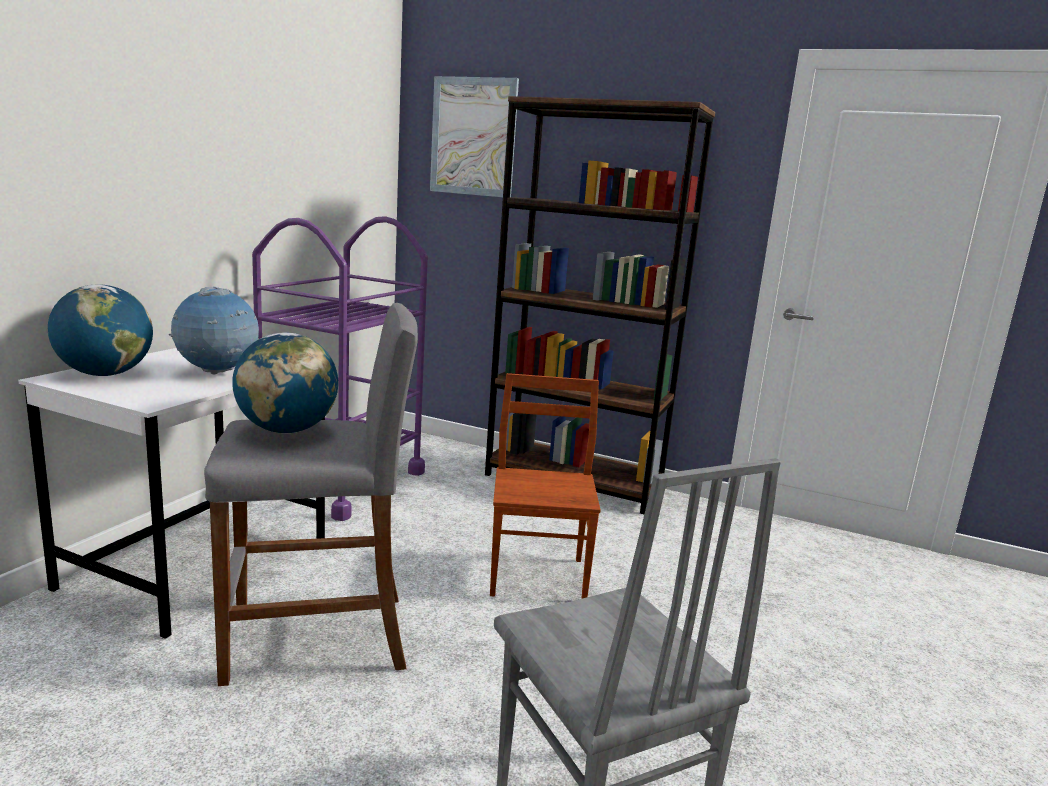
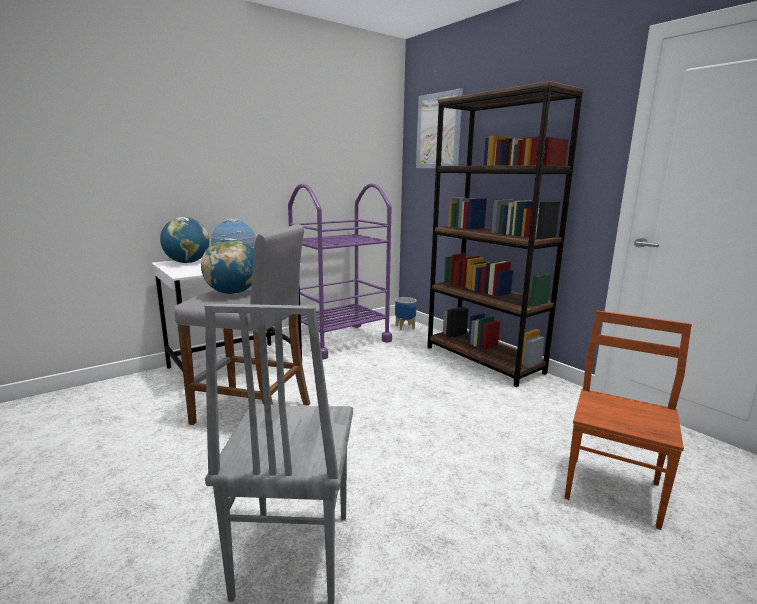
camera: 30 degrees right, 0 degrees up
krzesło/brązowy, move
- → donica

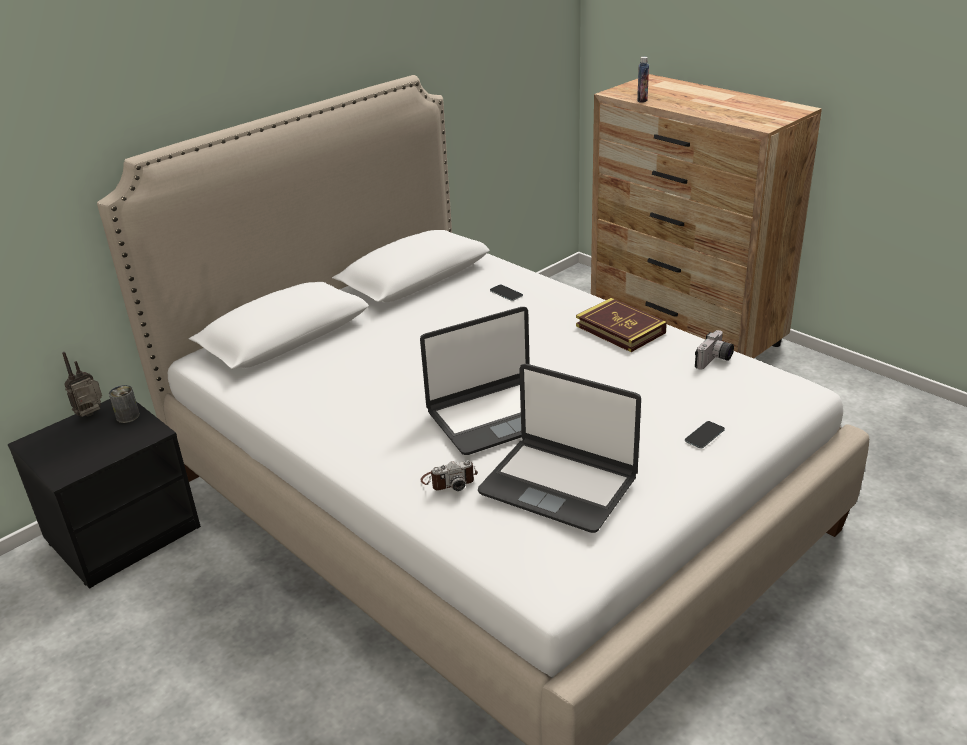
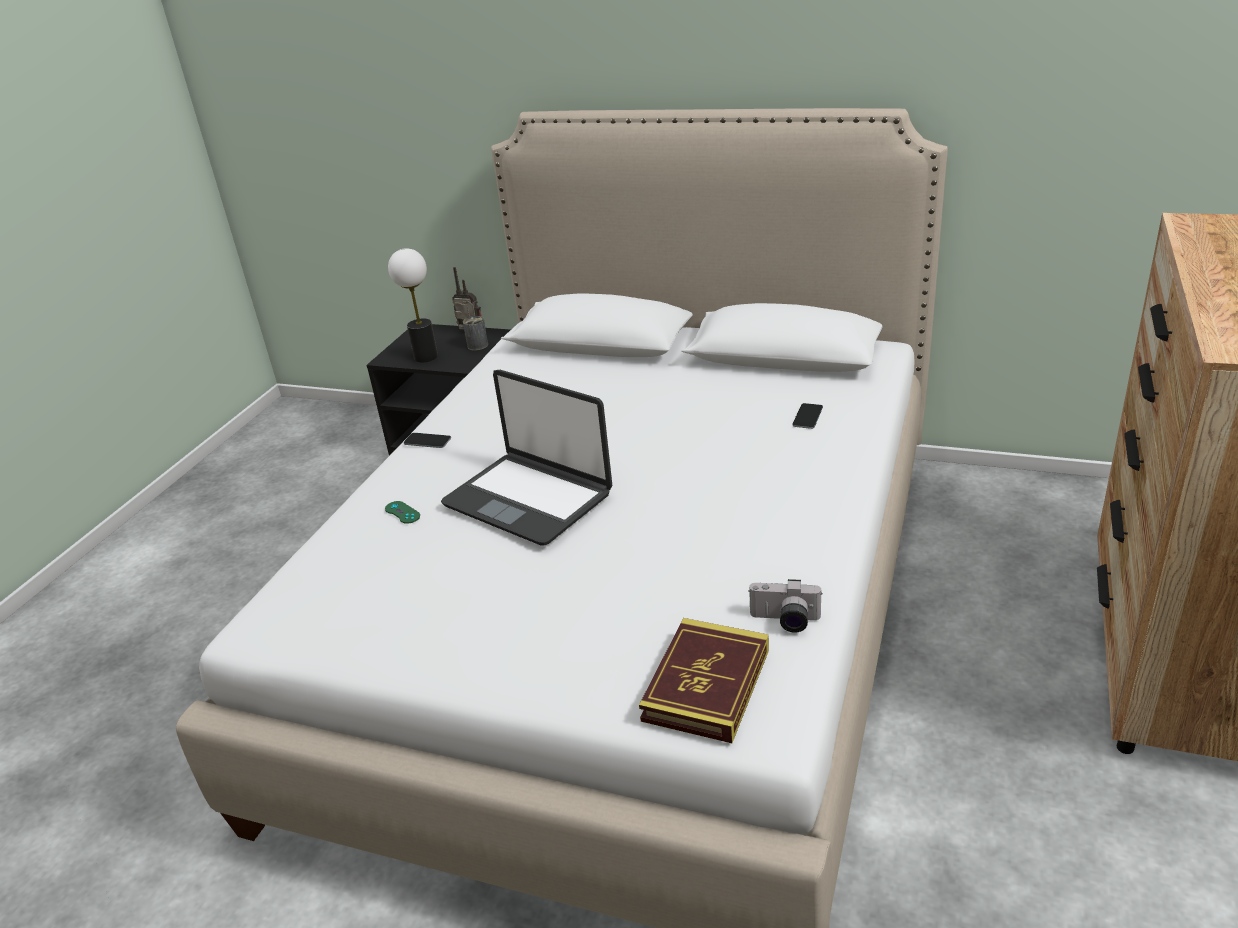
camera: 65 degrees right, 0 degrees up
butelka → -
książka, move
laptop (2nd from left) → -
telefon (2nd from left in the first image) → telefon (1st from left), move
aparat fotograficzny (1st from left) → pad do gier/zielony
- → lampa stołowa

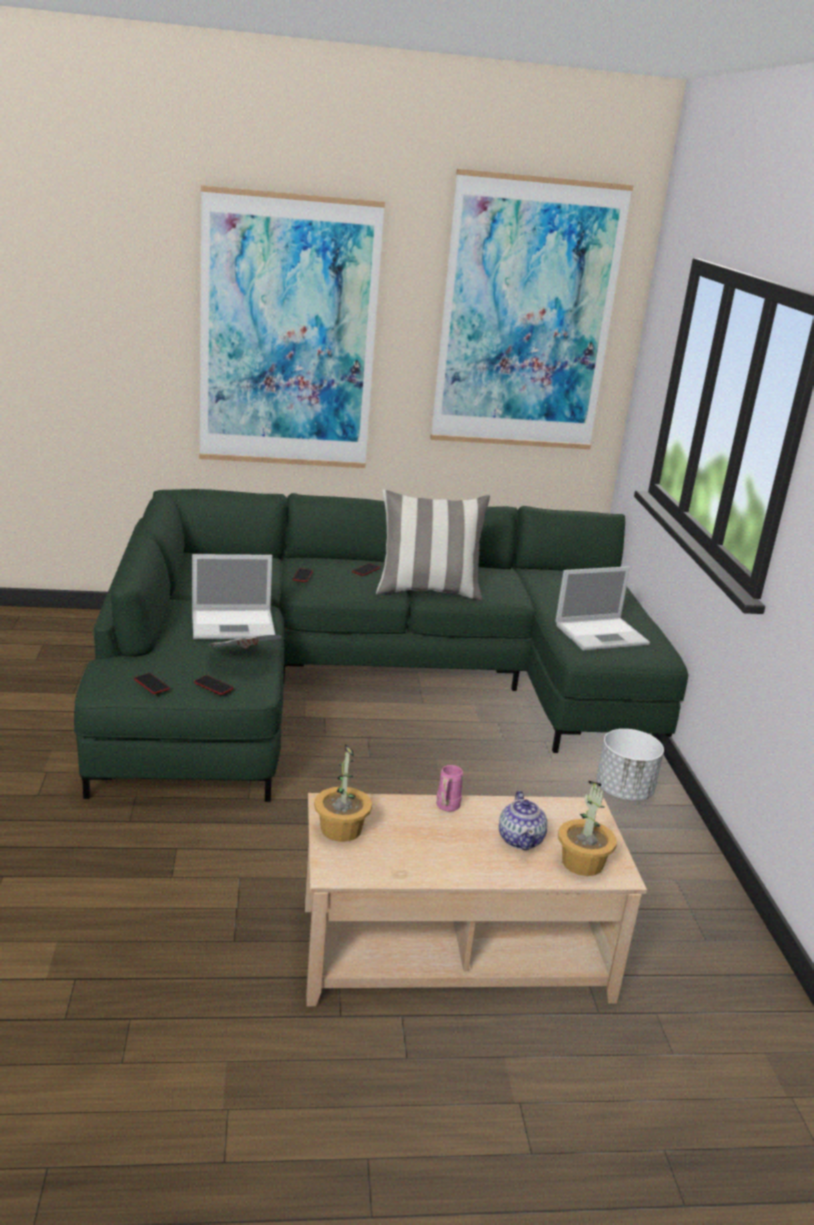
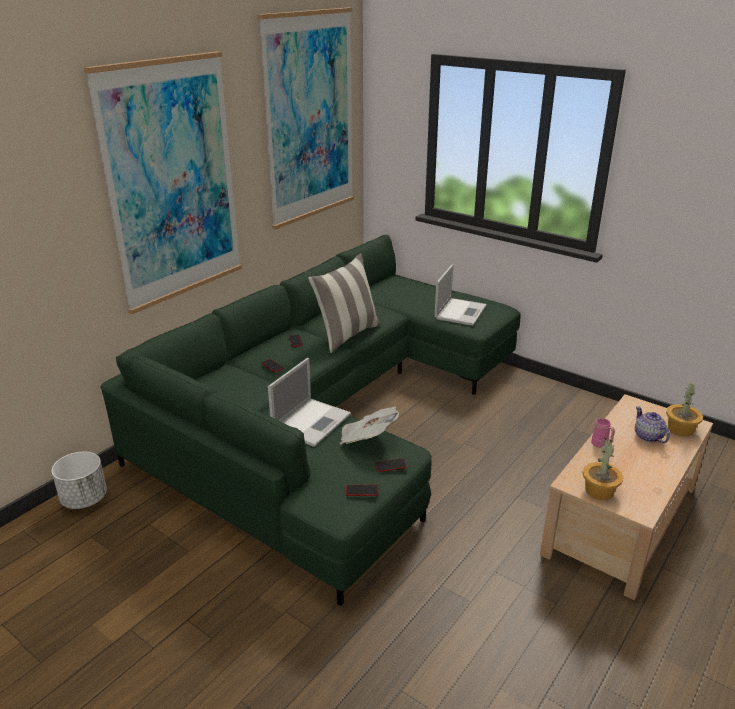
camera: 45 degrees left, 5 degrees up
donica/biały, move
imbryk, 150 degrees counterclockwise

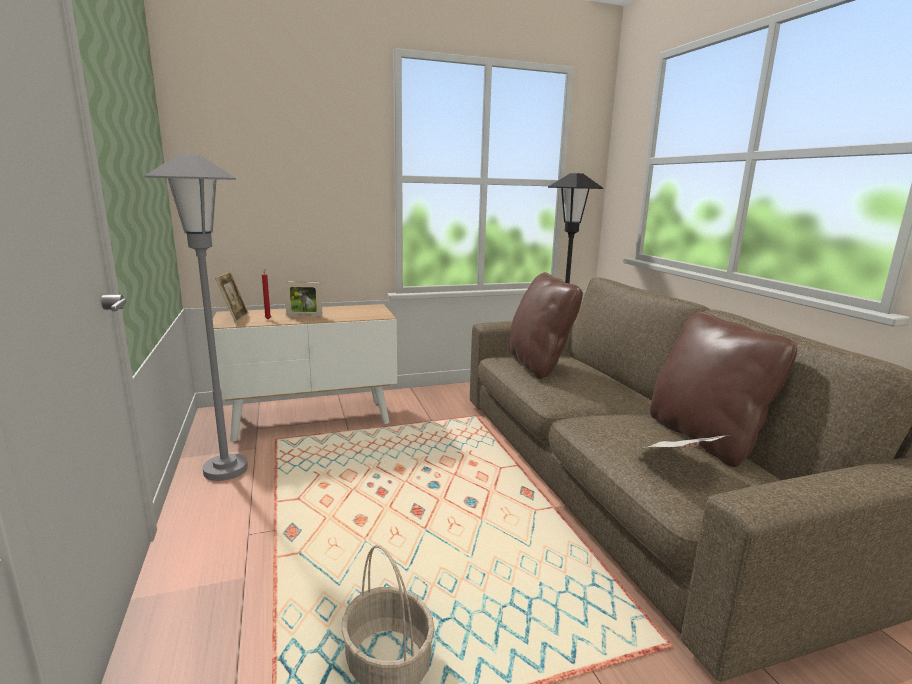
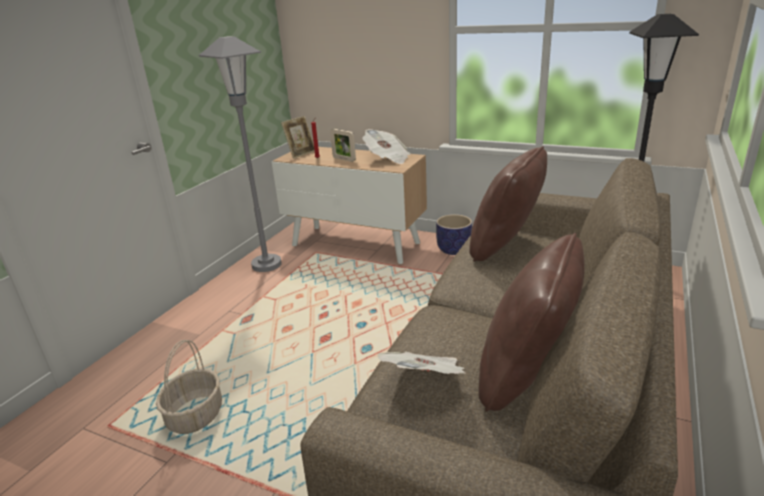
camera: 45 degrees right, 10 degrees up
- → gazeta (1st from left)
- → donica

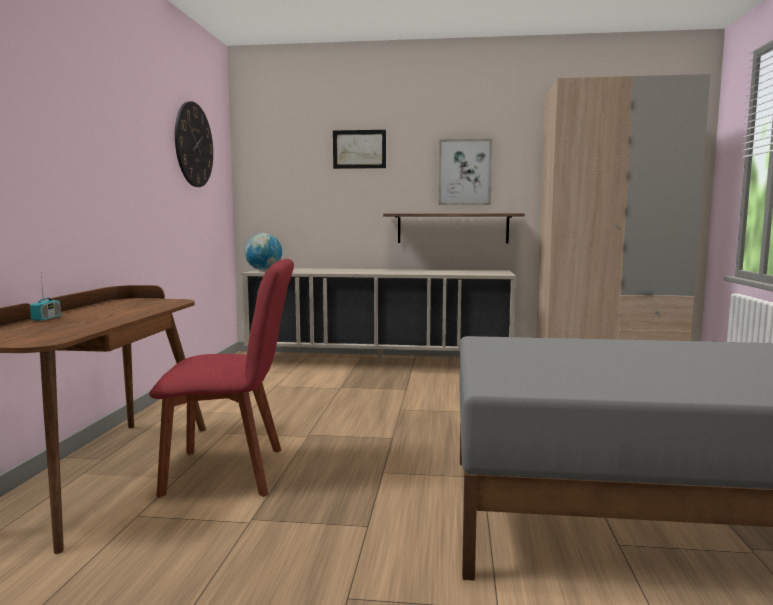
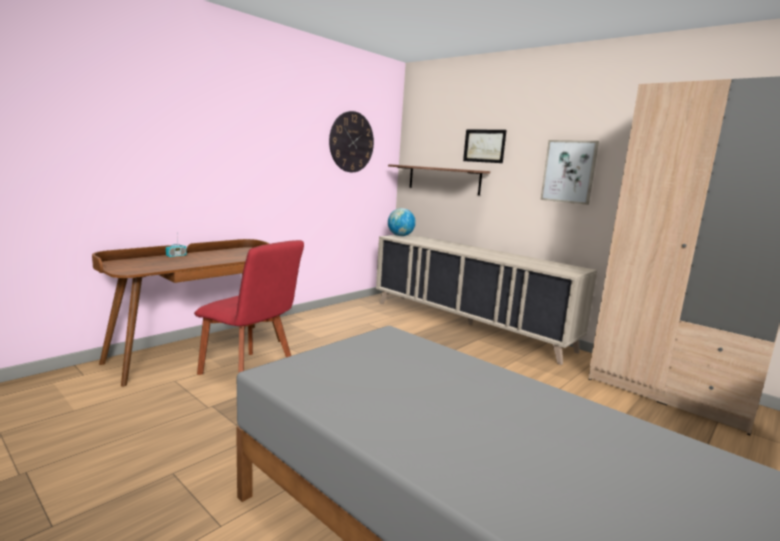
camera: 35 degrees right, 5 degrees up
półka, move

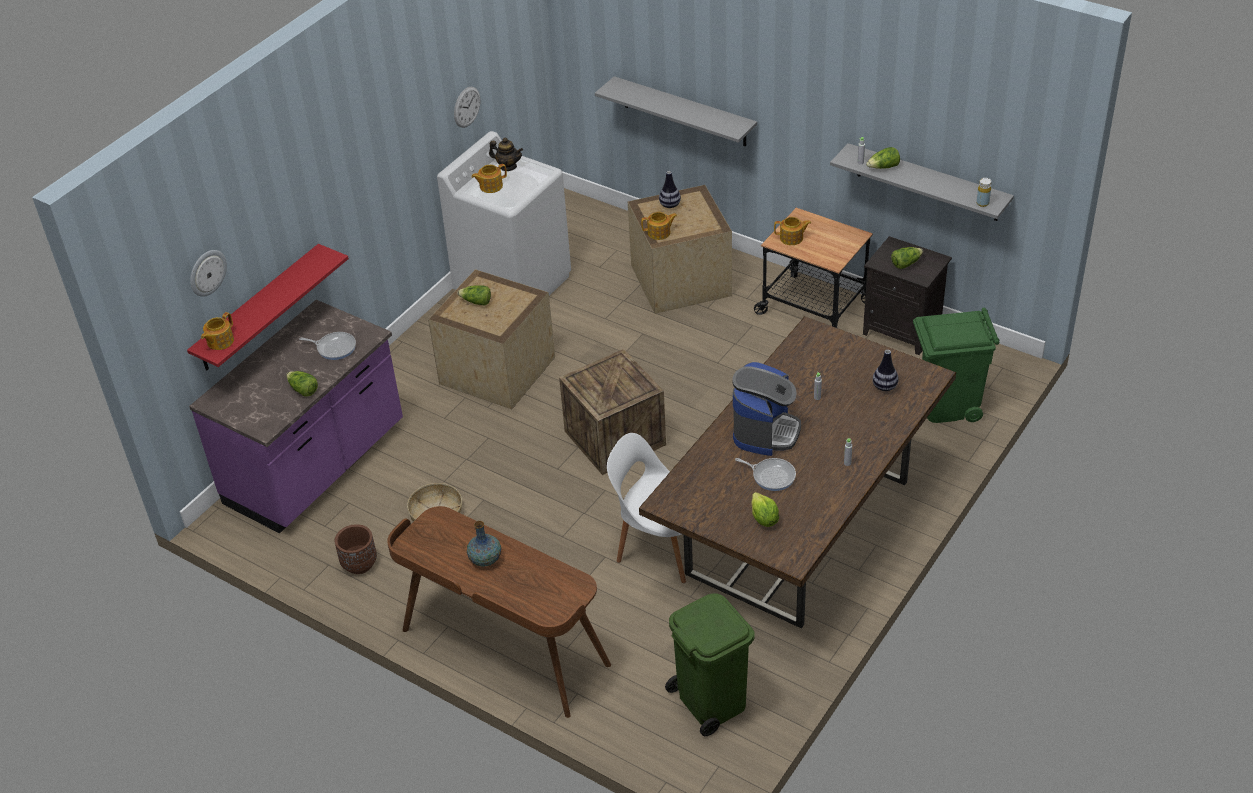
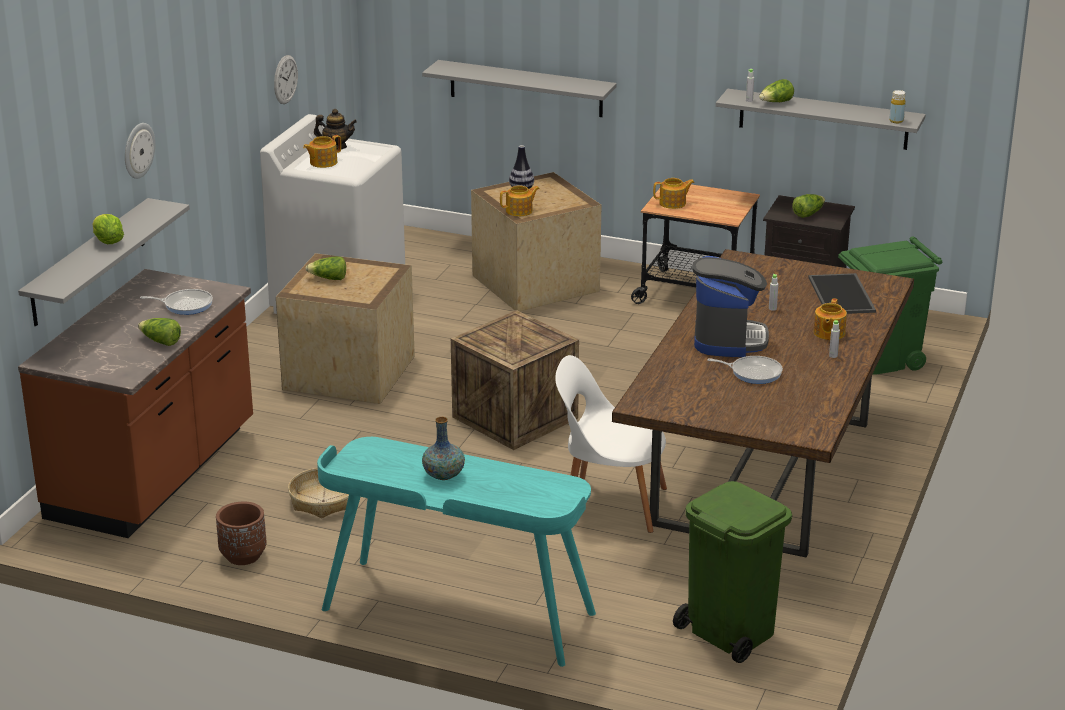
camera: 15 degrees left, 15 degrees down
półka/czerwony → półka/szary (1st from left)
zegar ścienny (1st from left), move
zabudowa kuchenna/fioletowy → zabudowa kuchenna/brązowy
imbryk (1st from left in the first image) → imbryk (5th from left), move
wazon (3rd from left) → taca
sałata (3rd from left in the first image) → sałata (1st from left), move
biurko/brązowy → biurko/turkusowy

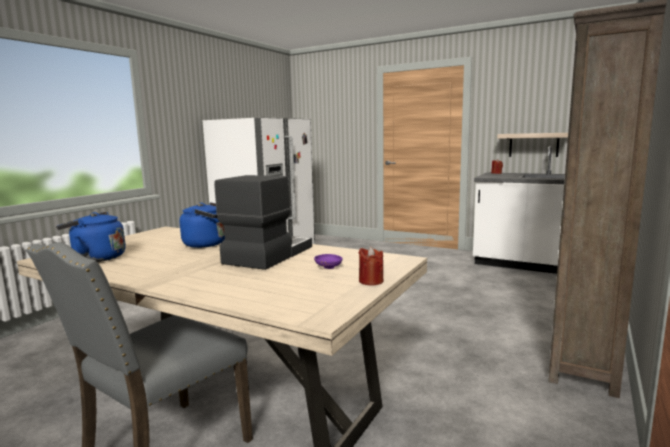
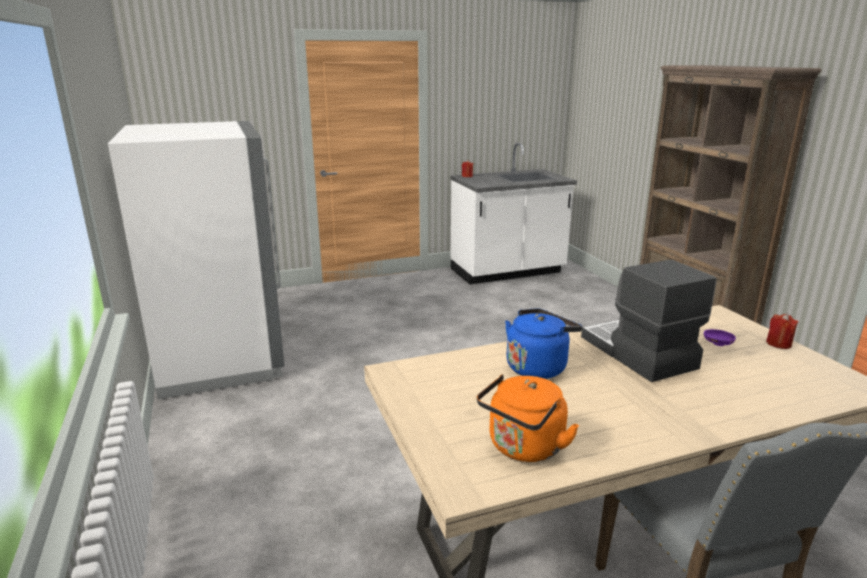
camera: 50 degrees left, 10 degrees up
półka → -
czajnik/niebieski (1st from left) → czajnik/pomarańczowy

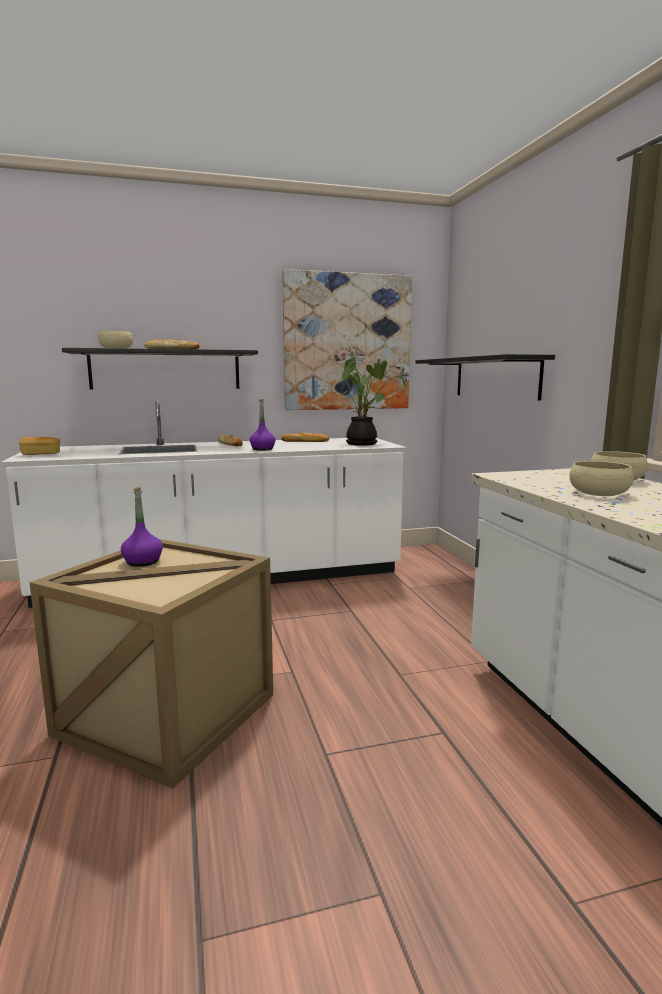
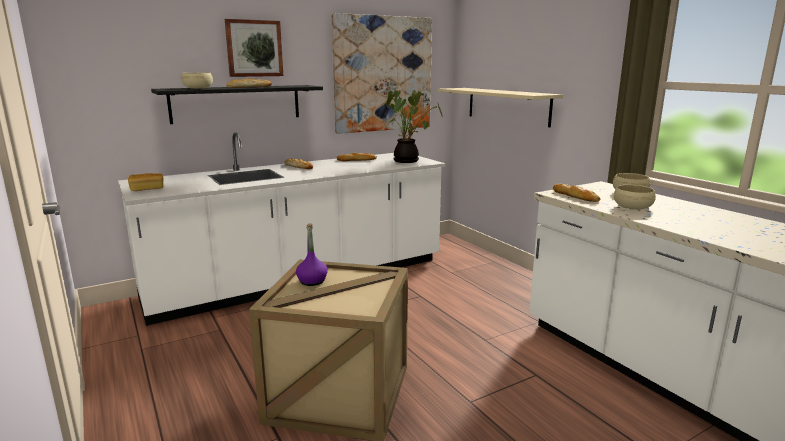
camera: 15 degrees left, 5 degrees up
półka/czarny (2nd from left) → półka/beżowy
butelka/fioletowy (2nd from left) → -
- → obraz (1st from left)
- → chleb (5th from left)

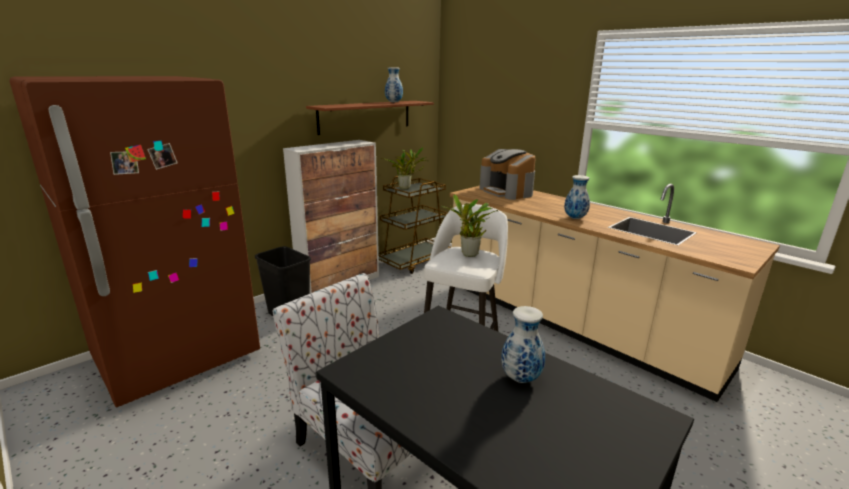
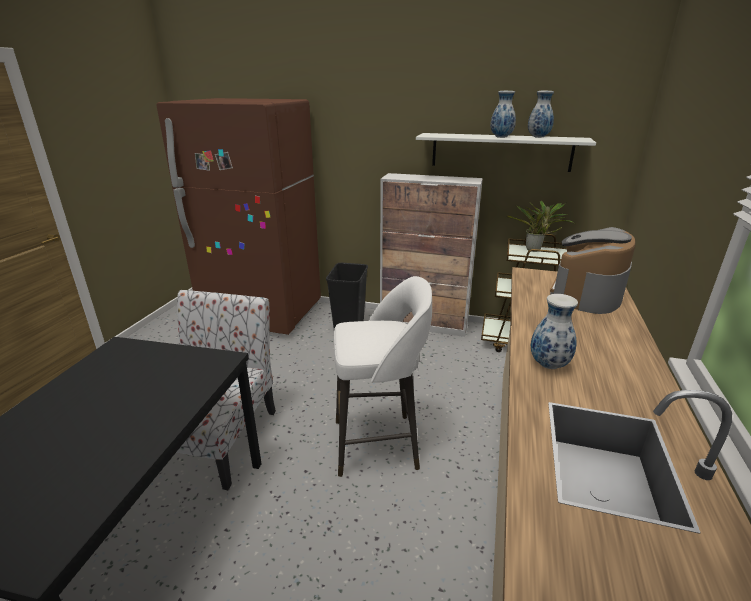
camera: 60 degrees right, 5 degrees up
półka/brązowy → półka/biały
roślina doniczkowa (2nd from left) → -
wazon (2nd from left in the first image) → wazon (1st from left), move

